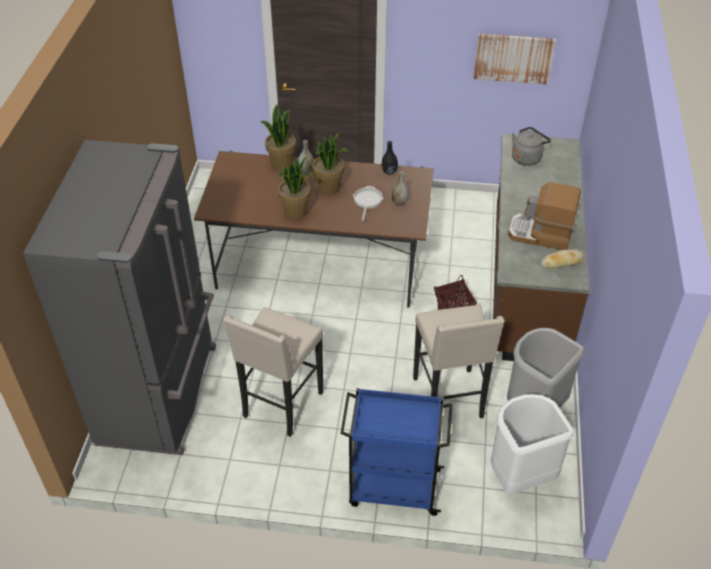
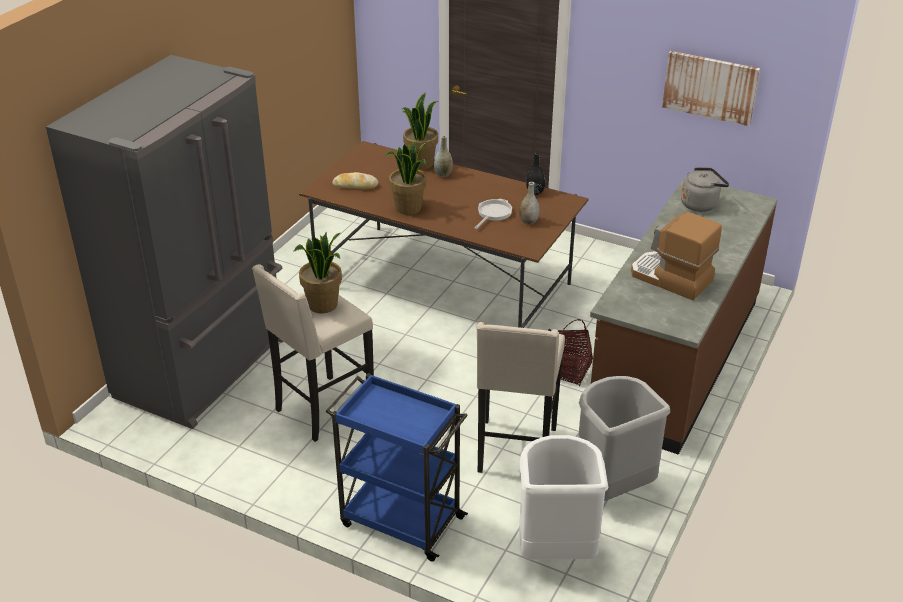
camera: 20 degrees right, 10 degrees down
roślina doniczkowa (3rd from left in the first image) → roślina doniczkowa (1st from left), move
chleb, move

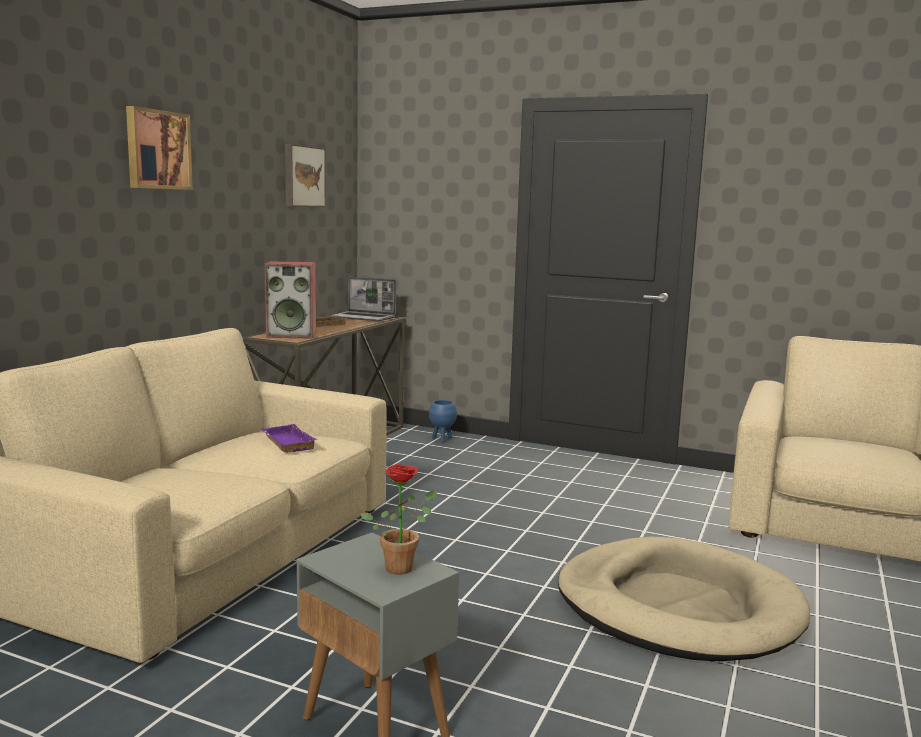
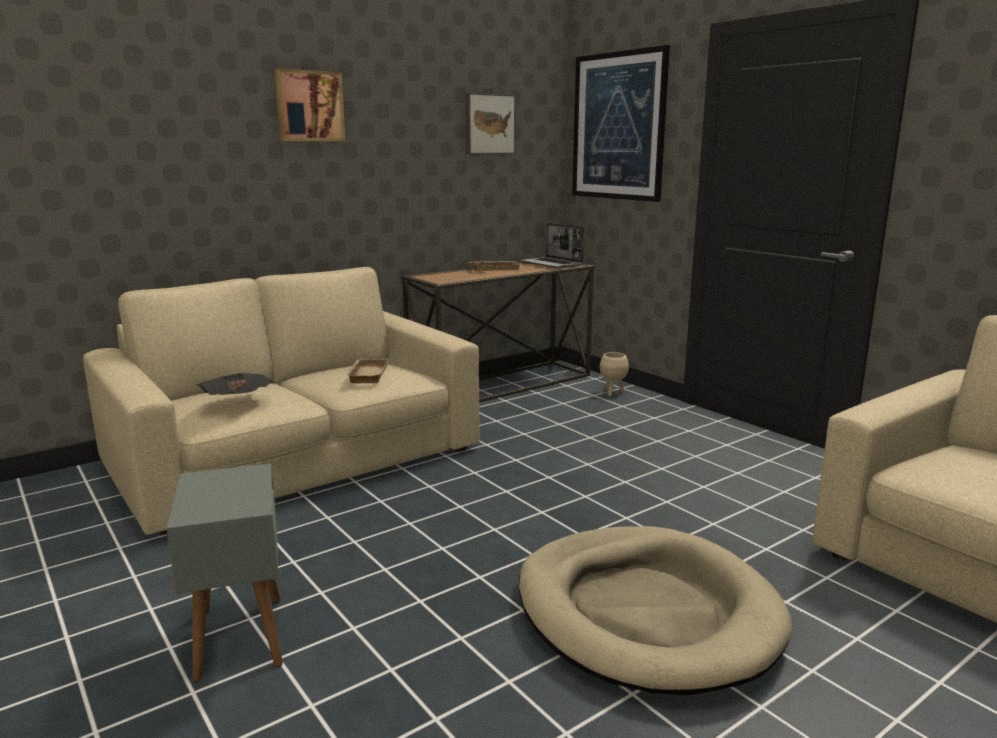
camera: 30 degrees right, 5 degrees up
głośnik → -
donica/niebieski → donica/beżowy
taca/fioletowy → taca/beżowy (1st from left)
roślina doniczkowa → -
- → obraz (3rd from left)
- → gazeta

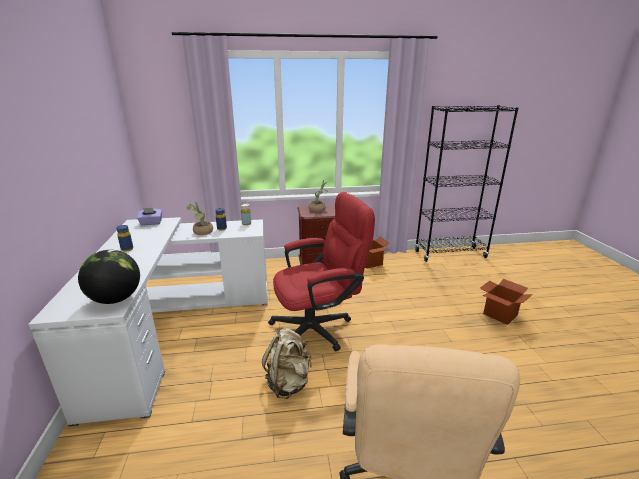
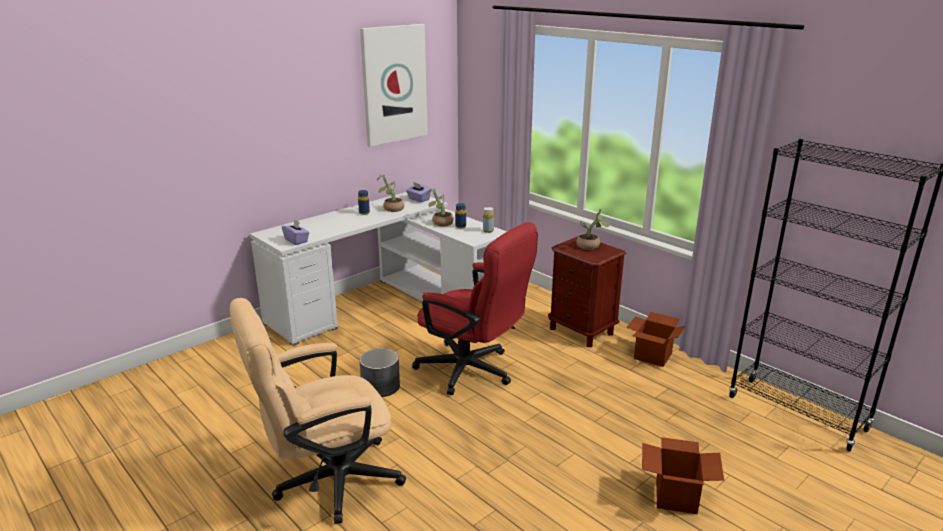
camera: 55 degrees right, 0 degrees up
globus → pudełko chusteczek/fioletowy (1st from left)
plecak/beżowy → donica/szary
- → obraz
- → roślina doniczkowa (1st from left)

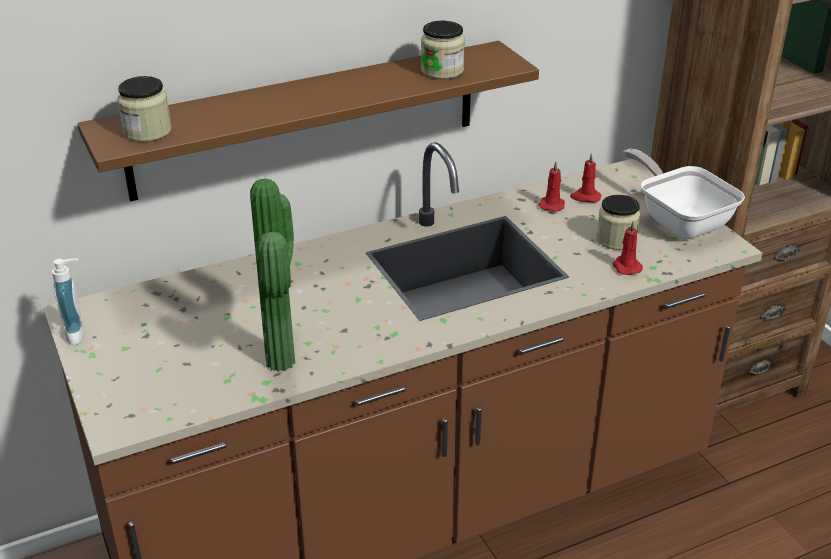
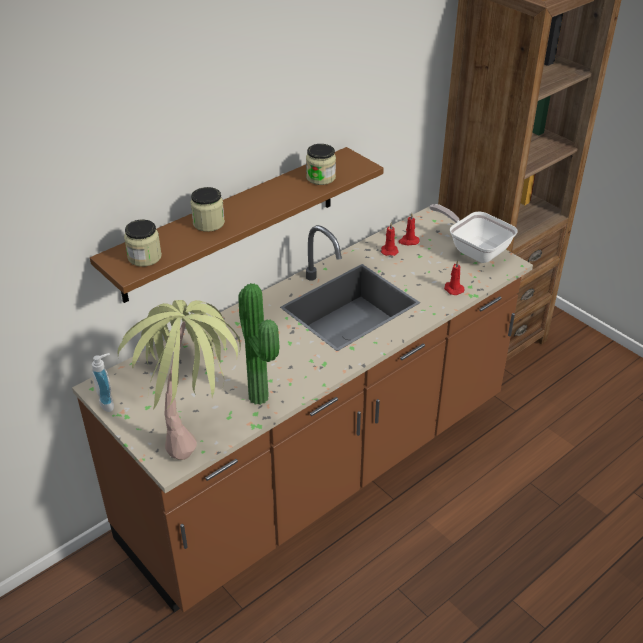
camera: 15 degrees left, 5 degrees up
słoik (3rd from left in the first image) → słoik (2nd from left), move
- → roślina doniczkowa (1st from left)

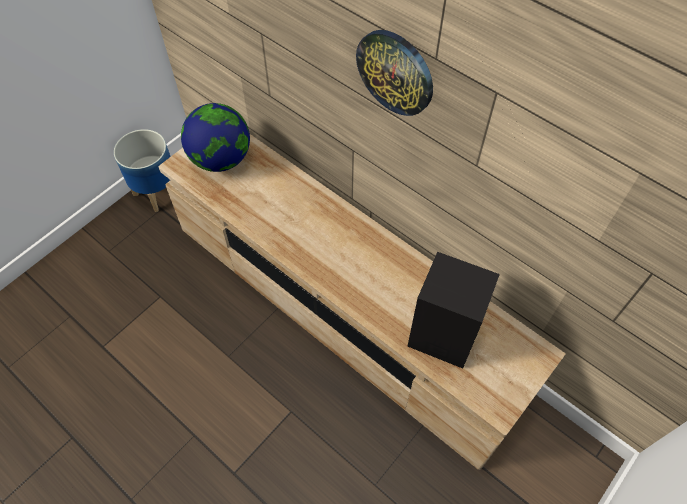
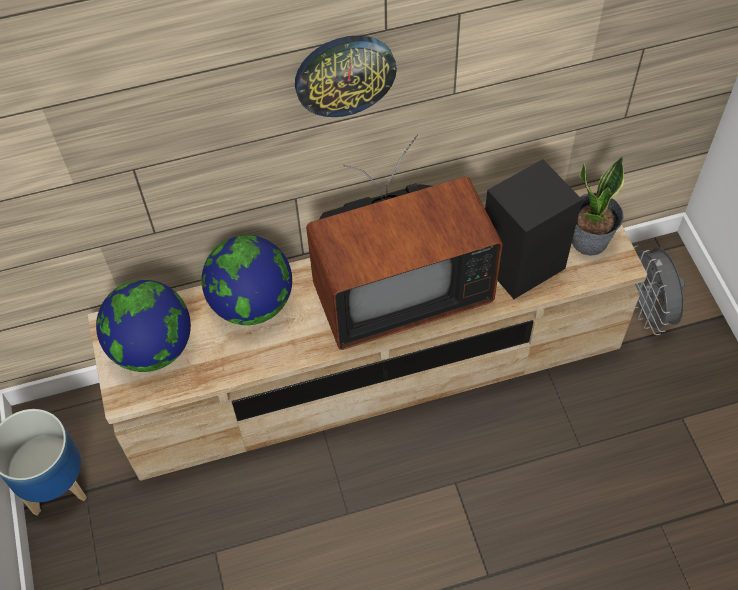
camera: 55 degrees left, 0 degrees up
- → telewizor
- → roślina doniczkowa
- → globus (2nd from left)
- → wentylator/szary

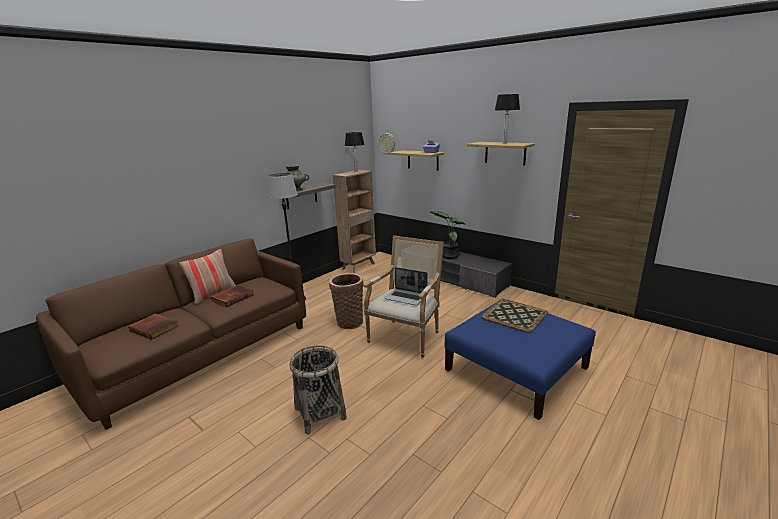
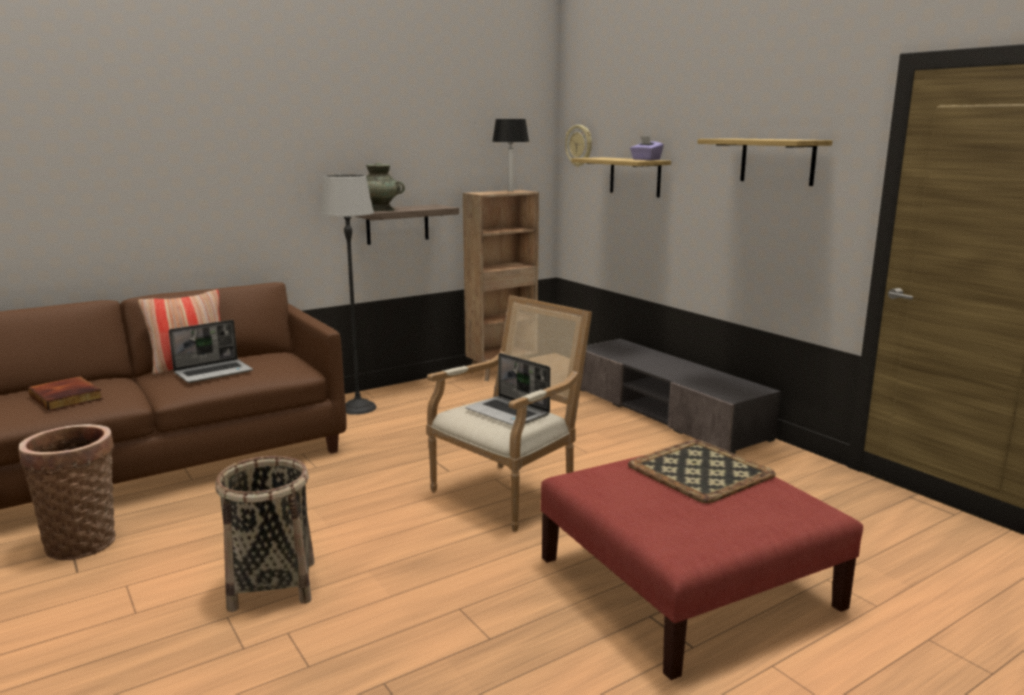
camera: 15 degrees right, 5 degrees down
lampa stołowa (2nd from left) → -
roślina doniczkowa → -
koszyk (2nd from left in the first image) → koszyk (1st from left), move
książka (2nd from left) → laptop (1st from left)
pufa/niebieski → pufa/czerwony

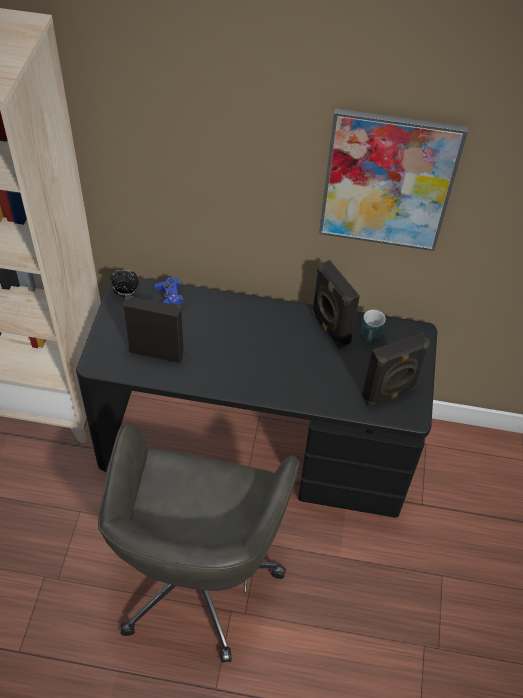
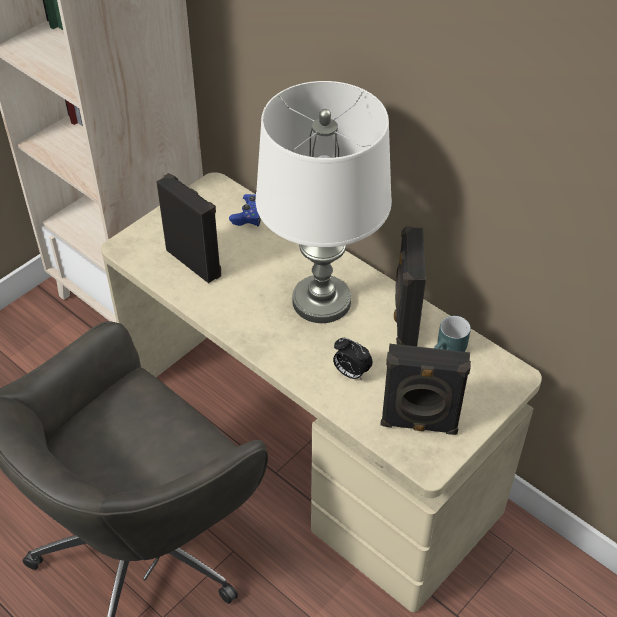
camera: 35 degrees right, 5 degrees down
obraz → -
budzik, move
biurko/czarny → biurko/beżowy
- → lampa stołowa/biały

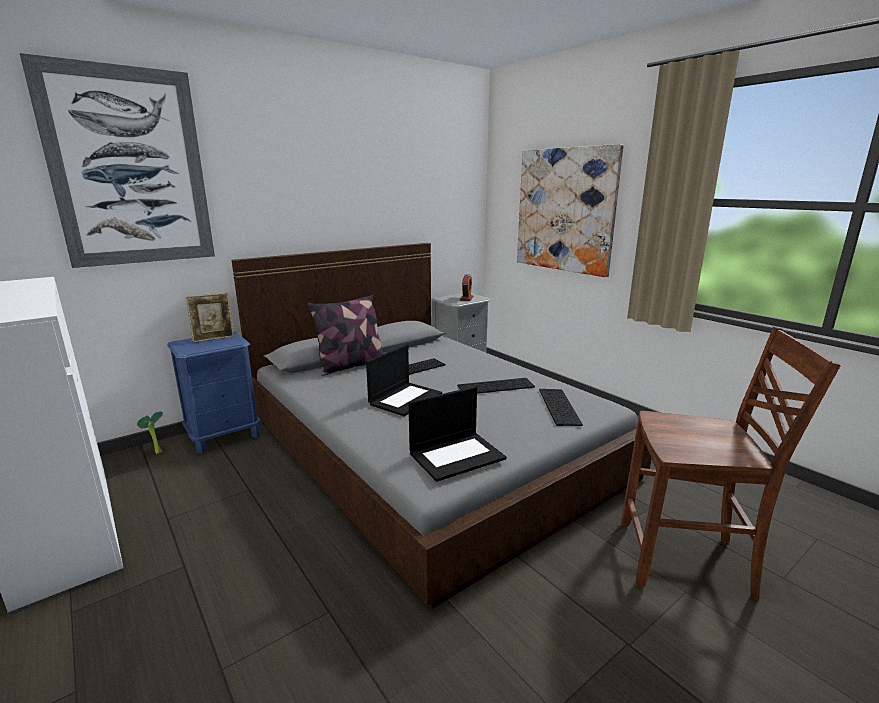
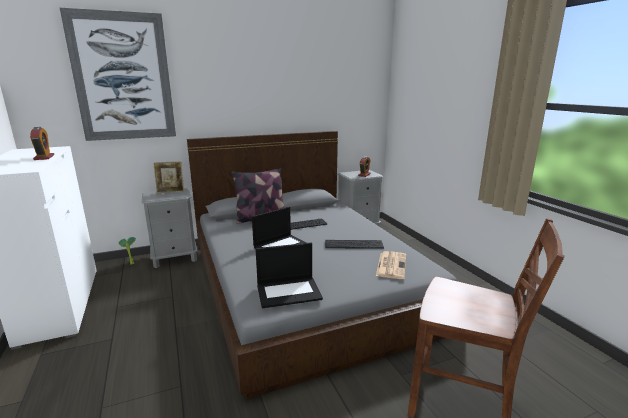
camera: 15 degrees right, 0 degrees up
obraz (2nd from left) → -
szafka nocna/niebieski → szafka nocna/szary (1st from left)
klawiatura (3rd from left) → gazeta
- → budzik (1st from left)

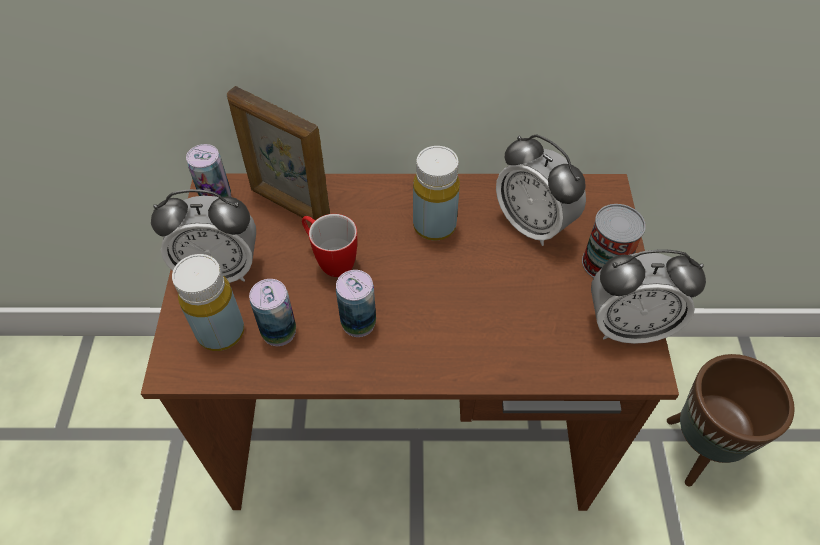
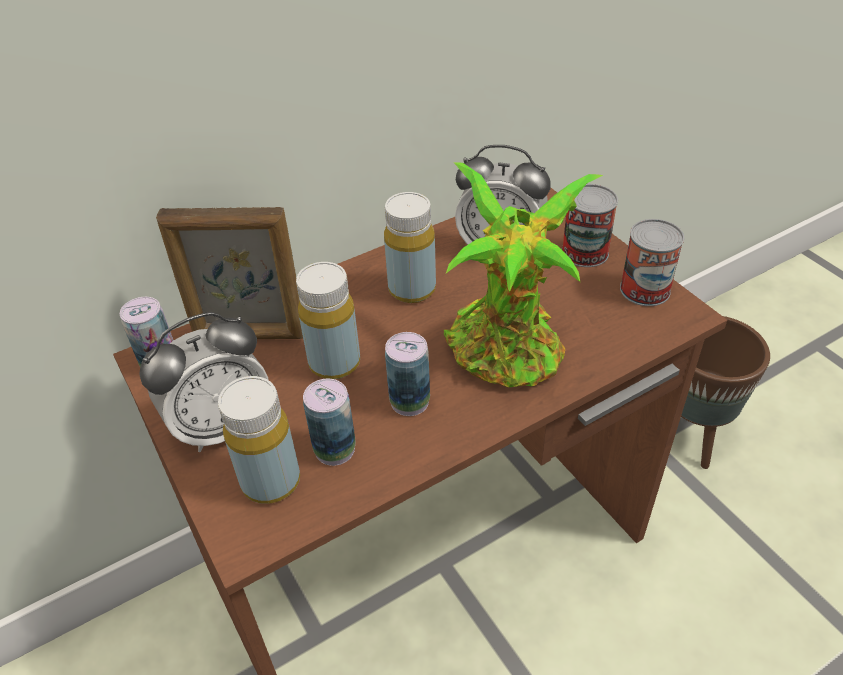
camera: 30 degrees left, 10 degrees down
kubek → butelka/żółty (2nd from left)
budzik (3rd from left) → puszka (5th from left)
- → roślina doniczkowa

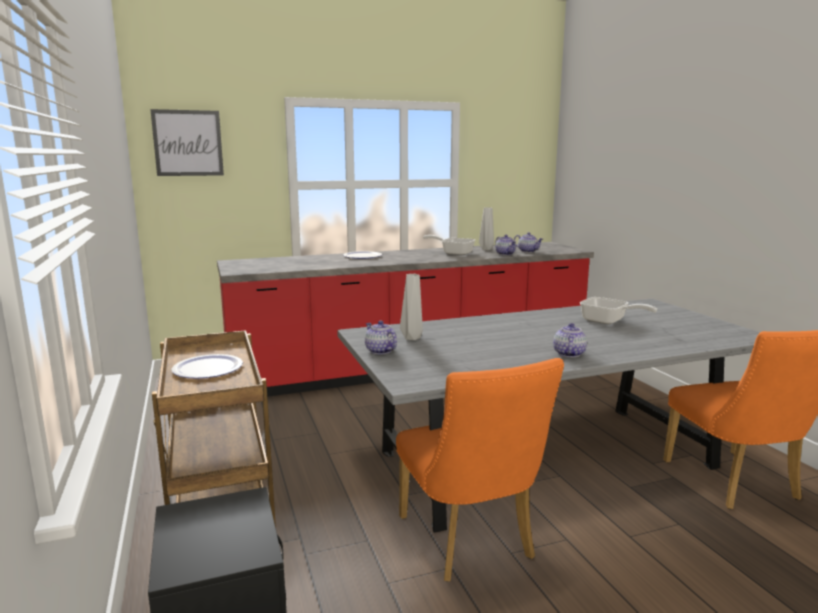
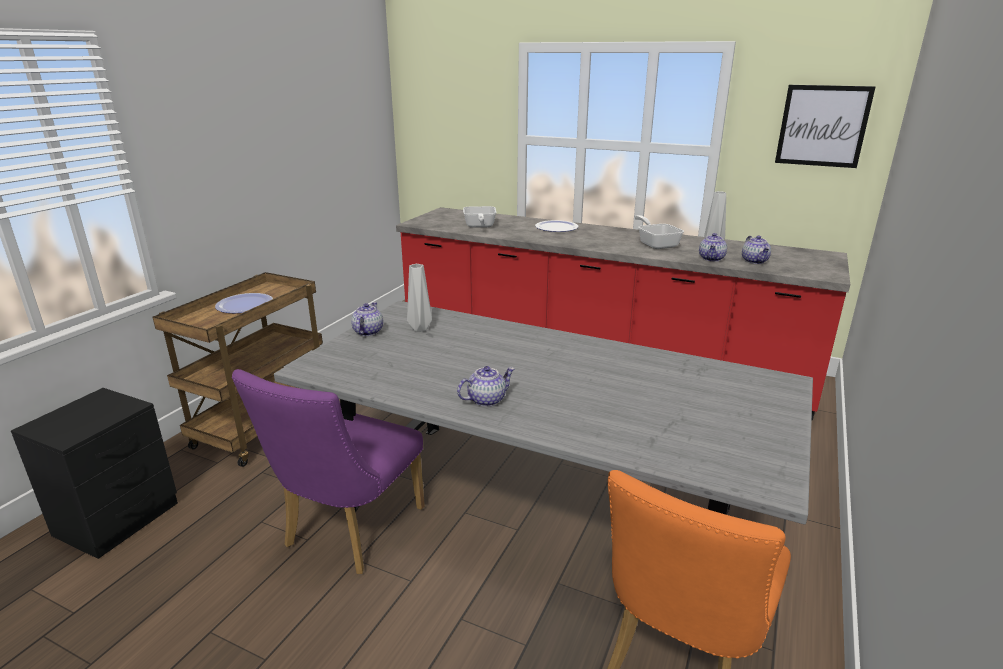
camera: 45 degrees right, 10 degrees up
obraz, move
patelnia (2nd from left in the first image) → patelnia (1st from left), move
krzesło/pomarańczowy (1st from left) → krzesło/fioletowy

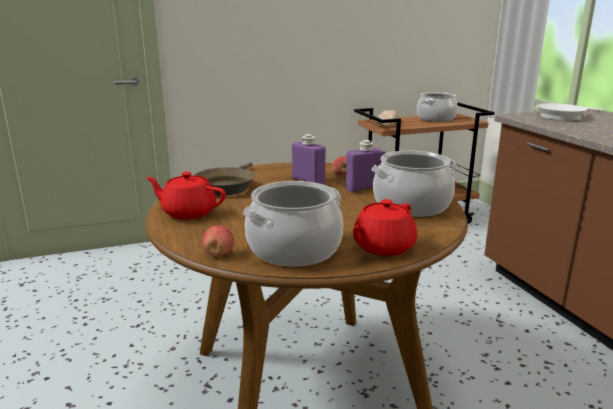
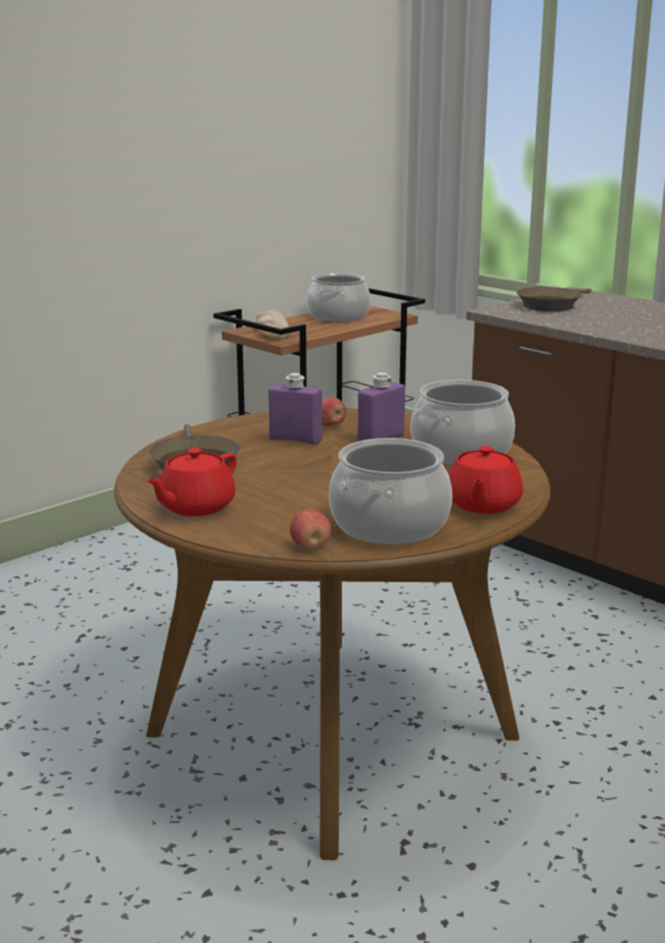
camera: 25 degrees left, 0 degrees up
patelnia/biały → patelnia/brązowy (2nd from left)
imbryk/czerwony (1st from left), 45 degrees counterclockwise

